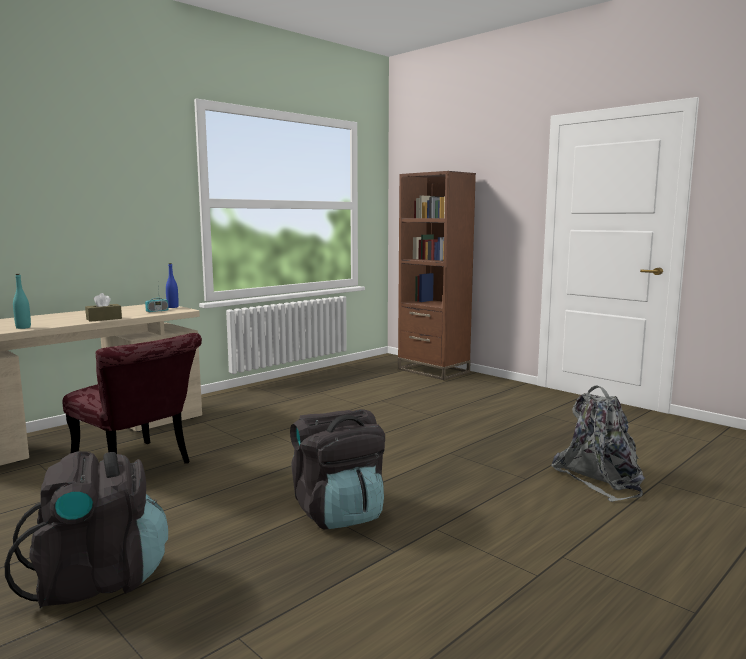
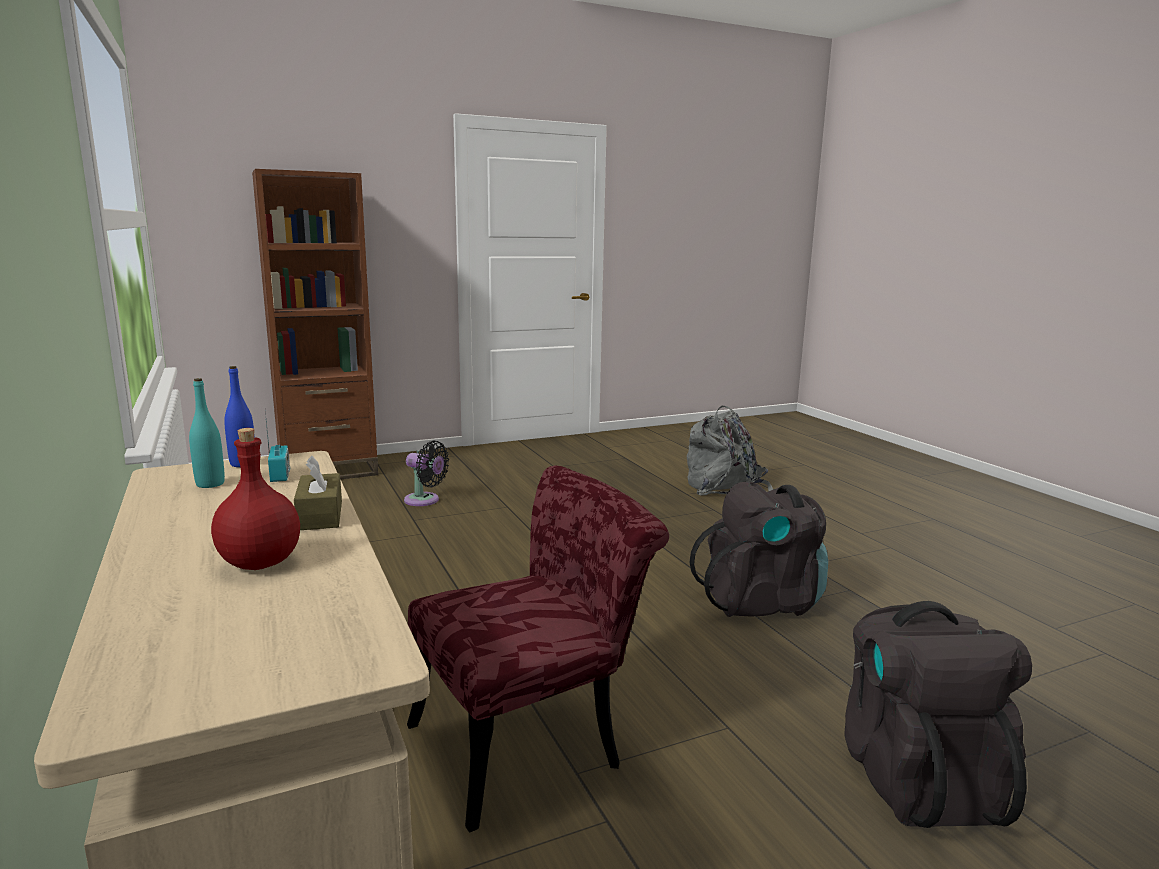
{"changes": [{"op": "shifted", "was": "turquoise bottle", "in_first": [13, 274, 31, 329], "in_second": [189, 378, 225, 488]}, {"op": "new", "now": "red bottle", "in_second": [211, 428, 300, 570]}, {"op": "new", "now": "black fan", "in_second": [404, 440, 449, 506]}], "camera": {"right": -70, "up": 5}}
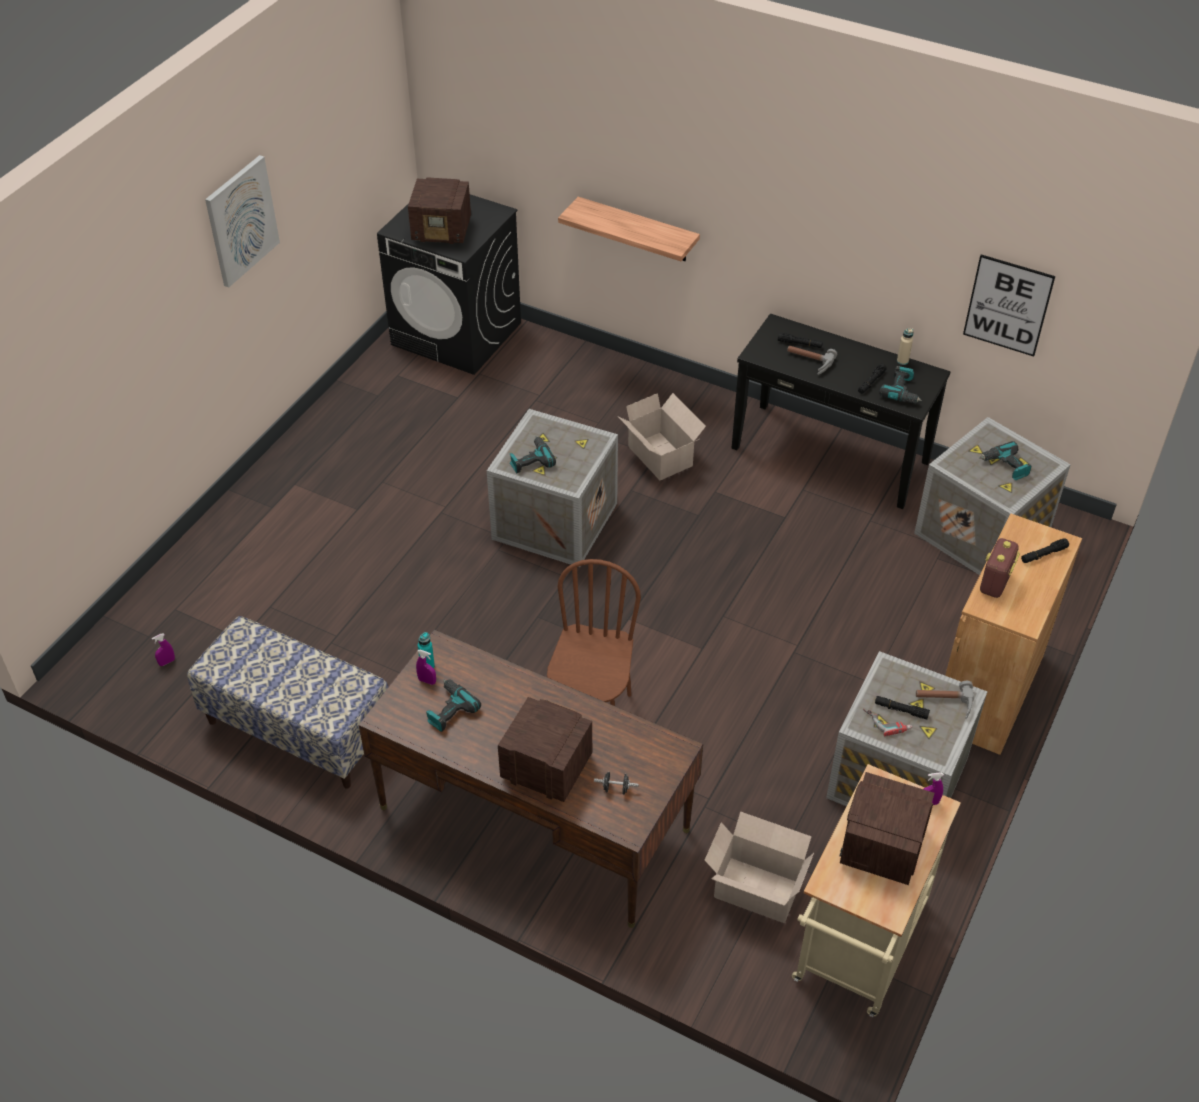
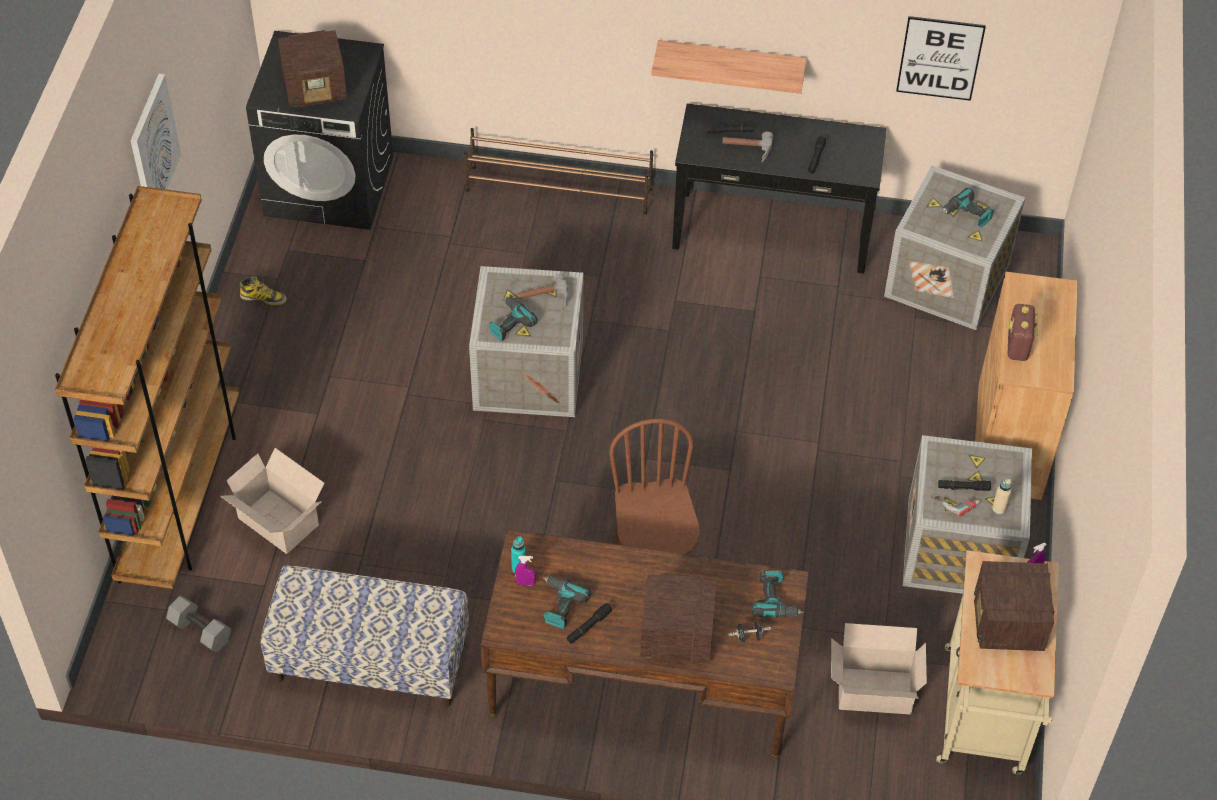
{"changes": [{"op": "shifted", "was": "shelf", "in_first": [558, 197, 700, 261], "in_second": [652, 40, 806, 94]}, {"op": "shifted", "was": "beige bottle", "in_first": [897, 328, 914, 365], "in_second": [992, 479, 1012, 515]}, {"op": "shifted", "was": "power drill", "in_first": [879, 366, 922, 403], "in_second": [752, 570, 804, 618]}, {"op": "shifted", "was": "cardboard box", "in_first": [618, 393, 706, 480], "in_second": [220, 448, 324, 554]}, {"op": "shifted", "was": "black flashlight", "in_first": [1021, 538, 1069, 563], "in_second": [567, 604, 612, 644]}, {"op": "swapped", "was": "purple spray bottle", "now": "grey dumbbell", "in_first": [152, 633, 175, 666], "in_second": [166, 596, 231, 652]}, {"op": "shifted", "was": "hammer", "in_first": [916, 681, 974, 718], "in_second": [517, 274, 568, 307]}, {"op": "new", "now": "brown shoe rack", "in_second": [464, 128, 653, 214]}, {"op": "new", "now": "brown bookcase", "in_second": [55, 186, 240, 589]}, {"op": "new", "now": "boot", "in_second": [240, 276, 287, 305]}], "camera": {"right": -20, "up": 5}}
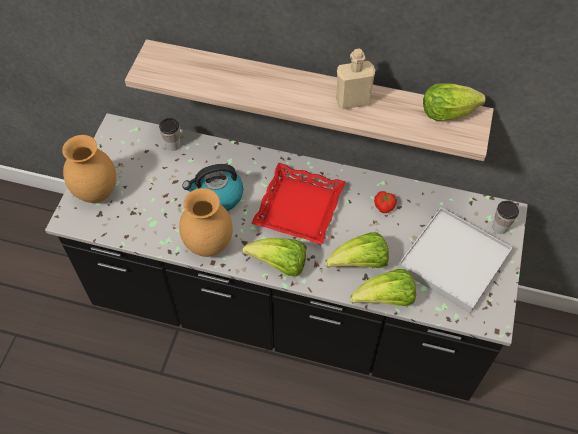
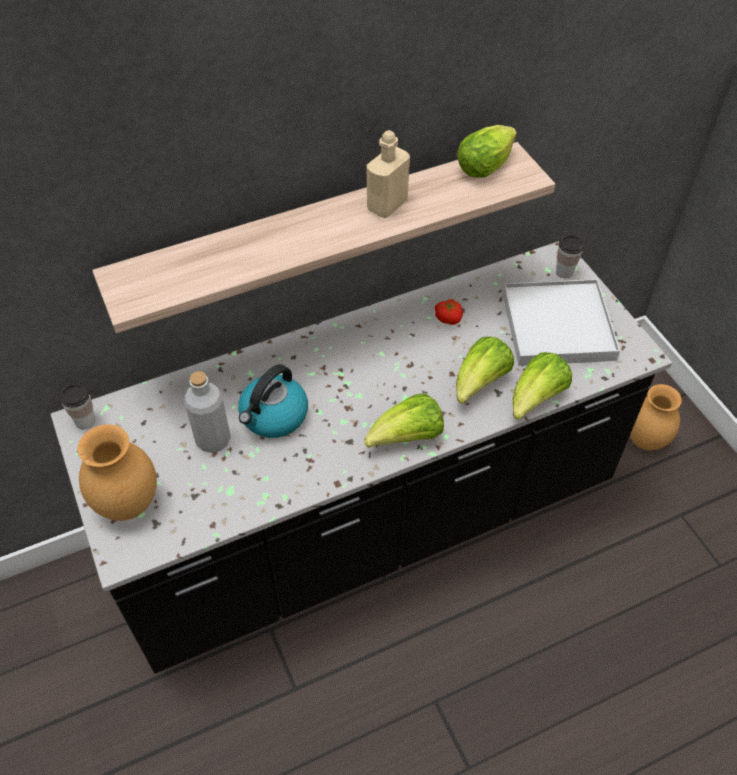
{"changes": [{"op": "shifted", "was": "cup", "in_first": [159, 118, 180, 151], "in_second": [60, 384, 96, 429]}, {"op": "gone", "was": "red tray", "in_first": [251, 163, 346, 245]}, {"op": "shifted", "was": "brown vase", "in_first": [179, 188, 233, 257], "in_second": [630, 384, 682, 450]}, {"op": "new", "now": "grey bottle", "in_second": [184, 371, 231, 453]}], "camera": {"right": -40, "up": -5}}
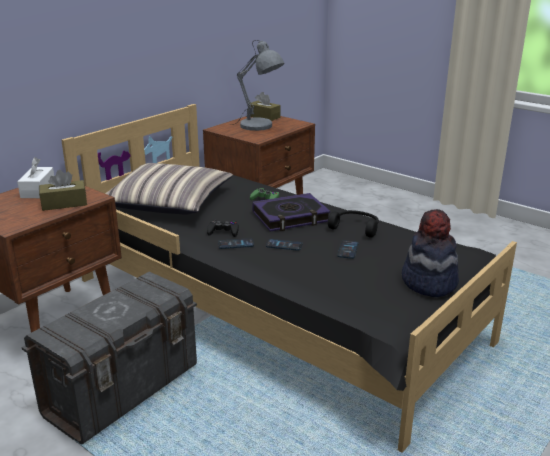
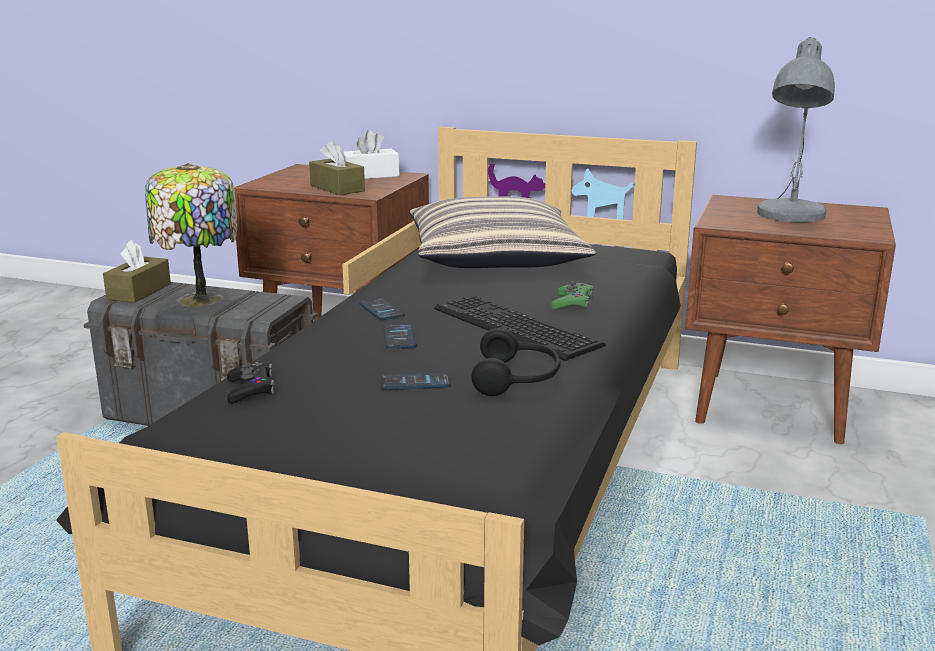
{"changes": [{"op": "shifted", "was": "brown tissue box", "in_first": [249, 92, 281, 121], "in_second": [103, 240, 171, 303]}, {"op": "swapped", "was": "book", "now": "keyboard", "in_first": [252, 193, 331, 231], "in_second": [434, 295, 606, 361]}, {"op": "gone", "was": "hat", "in_first": [402, 209, 459, 297]}, {"op": "shifted", "was": "black game controller", "in_first": [207, 220, 239, 237], "in_second": [227, 362, 275, 404]}, {"op": "new", "now": "table lamp", "in_second": [145, 163, 238, 307]}], "camera": {"right": 70, "up": -5}}
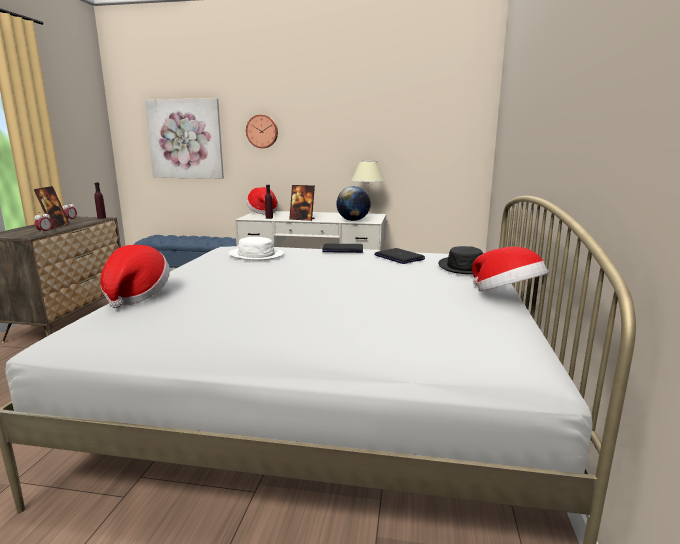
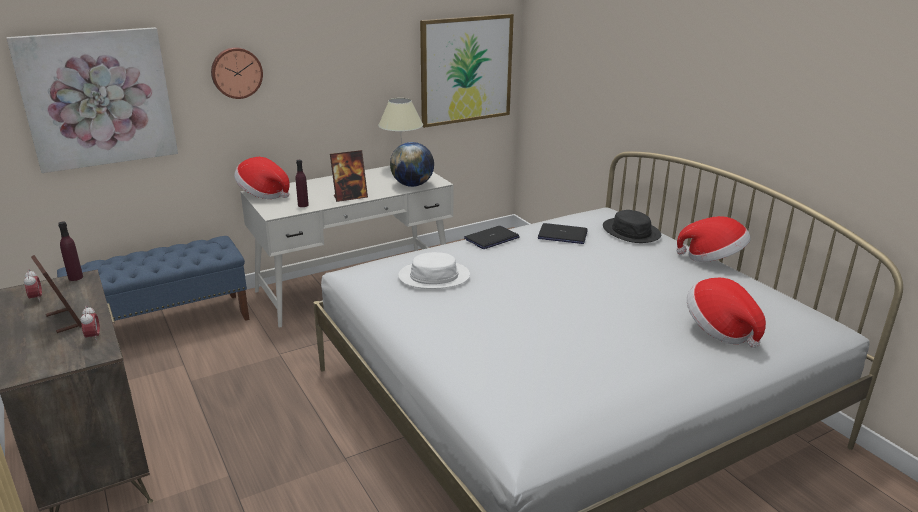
{"changes": [{"op": "shifted", "was": "hat", "in_first": [101, 245, 170, 308], "in_second": [687, 278, 766, 348]}, {"op": "new", "now": "picture", "in_second": [420, 14, 514, 128]}], "camera": {"right": -40, "up": 10}}
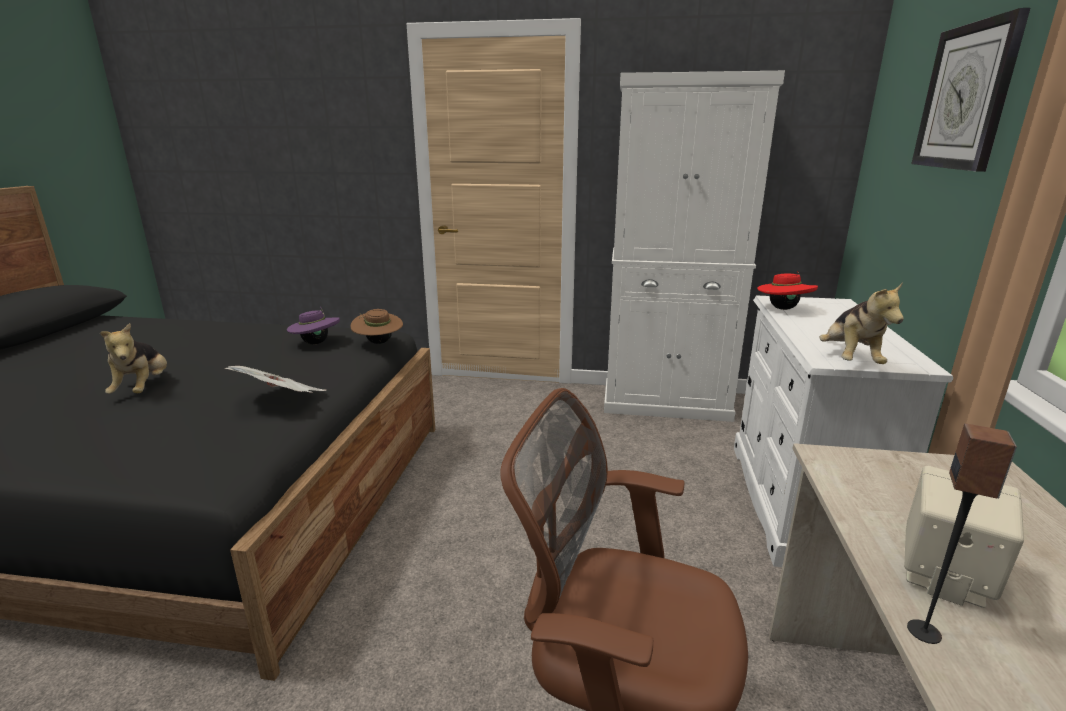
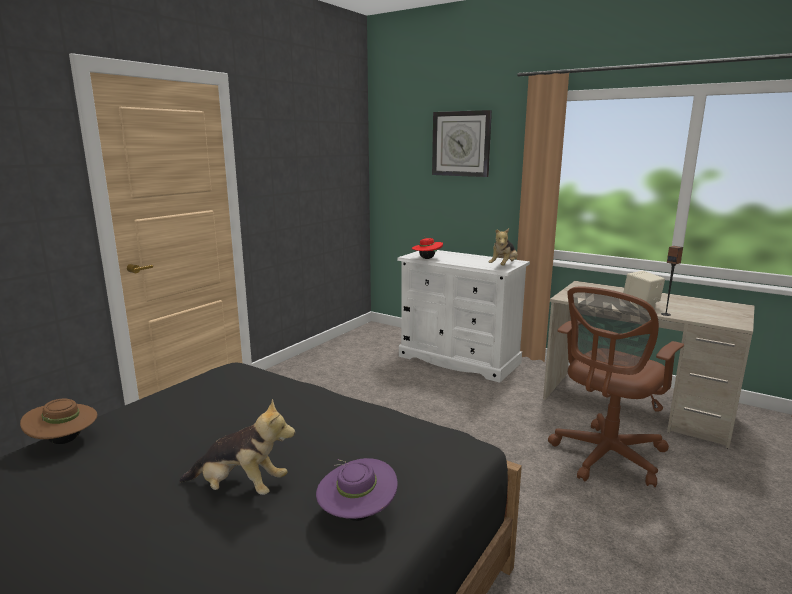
{"changes": [{"op": "gone", "was": "white cabinet", "in_first": [604, 71, 785, 422]}, {"op": "rotated", "was": "plush toy", "in_first": [819, 282, 904, 364], "in_second": [489, 228, 518, 266], "clockwise": 90}, {"op": "shifted", "was": "purple hat", "in_first": [287, 307, 340, 344], "in_second": [316, 458, 398, 521]}, {"op": "shifted", "was": "brown hat", "in_first": [351, 309, 403, 344], "in_second": [20, 399, 97, 444]}, {"op": "gone", "was": "newspaper", "in_first": [224, 366, 326, 393]}], "camera": {"right": -65, "up": -5}}
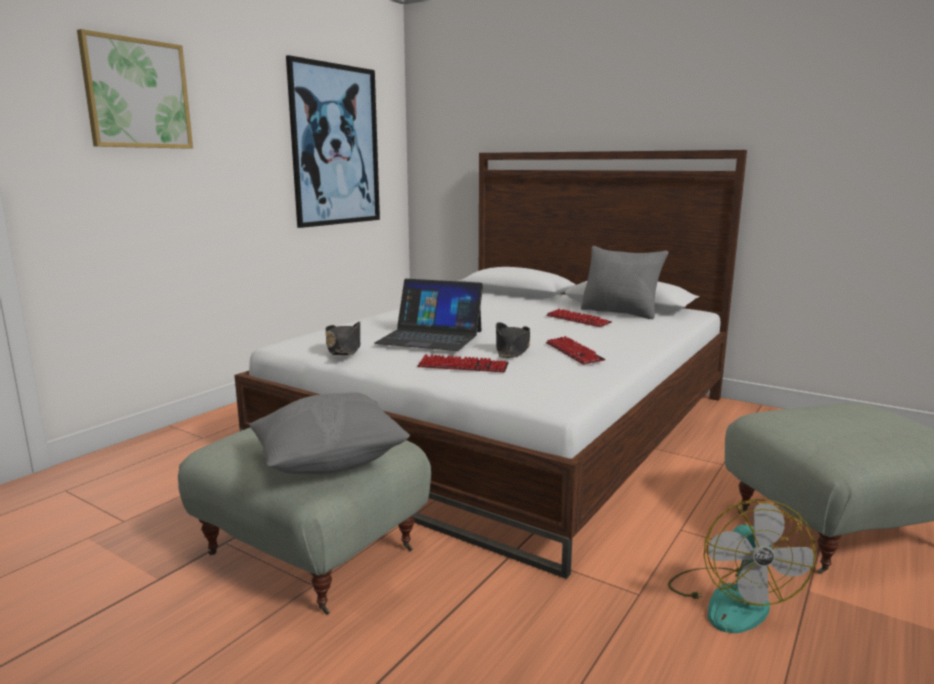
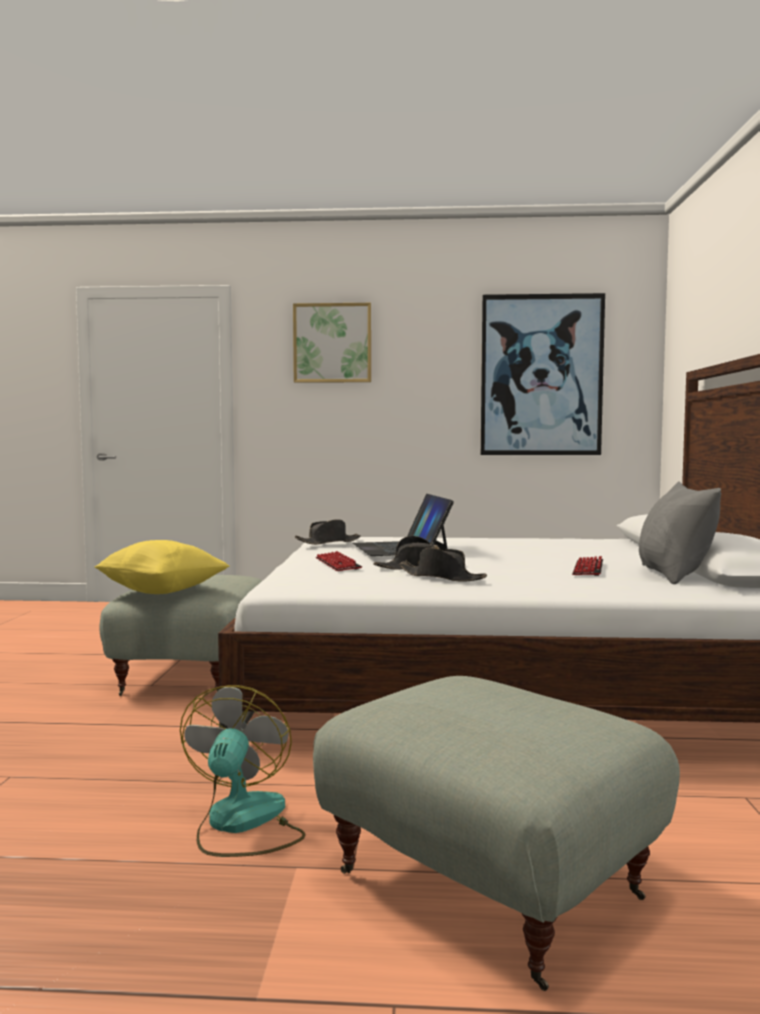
{"changes": [{"op": "swapped", "was": "keyboard", "now": "black hat", "in_first": [546, 336, 606, 365], "in_second": [398, 548, 487, 582]}, {"op": "repainted", "was": "grey pillow", "now": "yellow pillow", "in_first": [249, 392, 410, 474], "in_second": [95, 540, 229, 594]}, {"op": "rotated", "was": "fan", "in_first": [668, 499, 816, 633], "in_second": [180, 685, 306, 857], "clockwise": 120}], "camera": {"right": 60, "up": -10}}
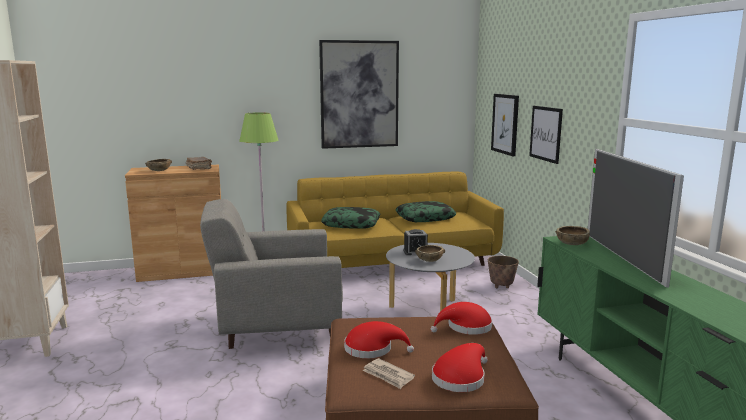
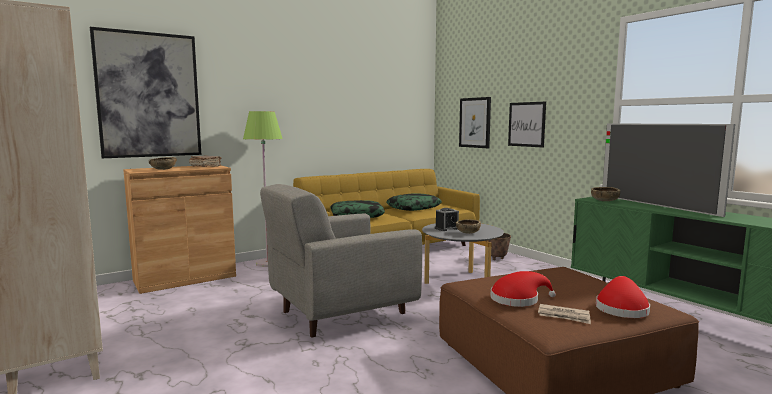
{"changes": [{"op": "shifted", "was": "picture", "in_first": [319, 40, 399, 149], "in_second": [90, 27, 201, 158]}, {"op": "gone", "was": "red hat", "in_first": [431, 302, 492, 335]}], "camera": {"right": -20, "up": -5}}
